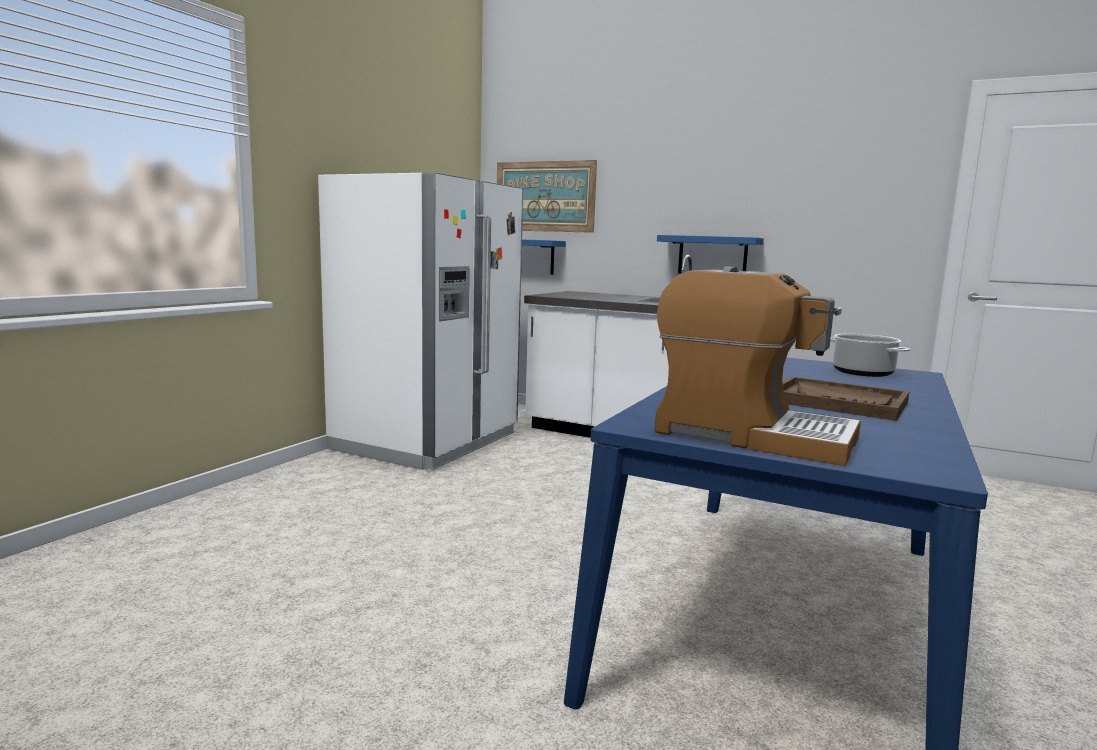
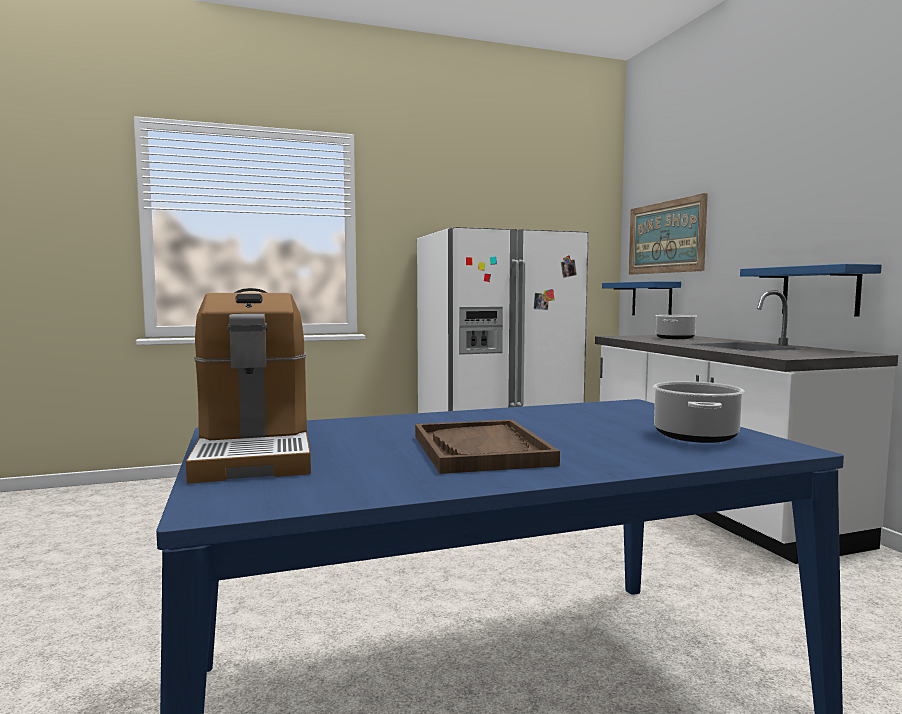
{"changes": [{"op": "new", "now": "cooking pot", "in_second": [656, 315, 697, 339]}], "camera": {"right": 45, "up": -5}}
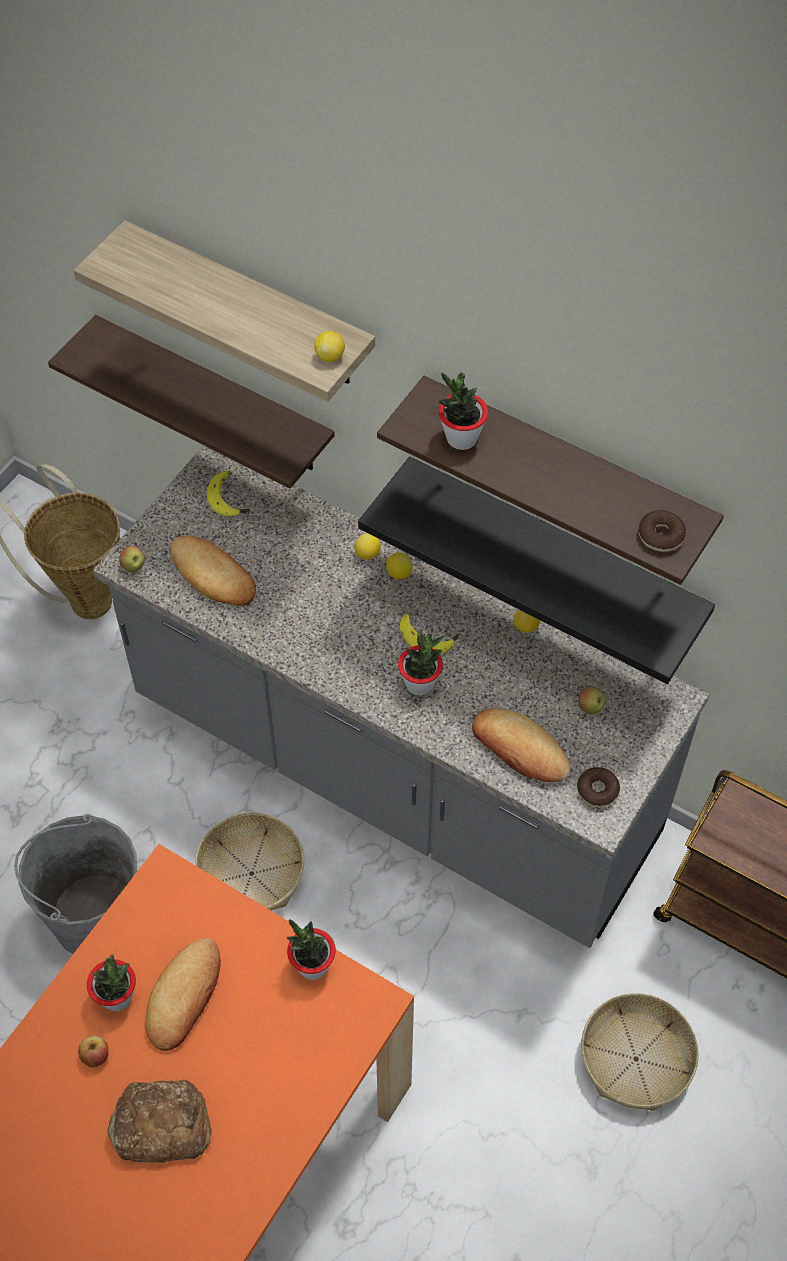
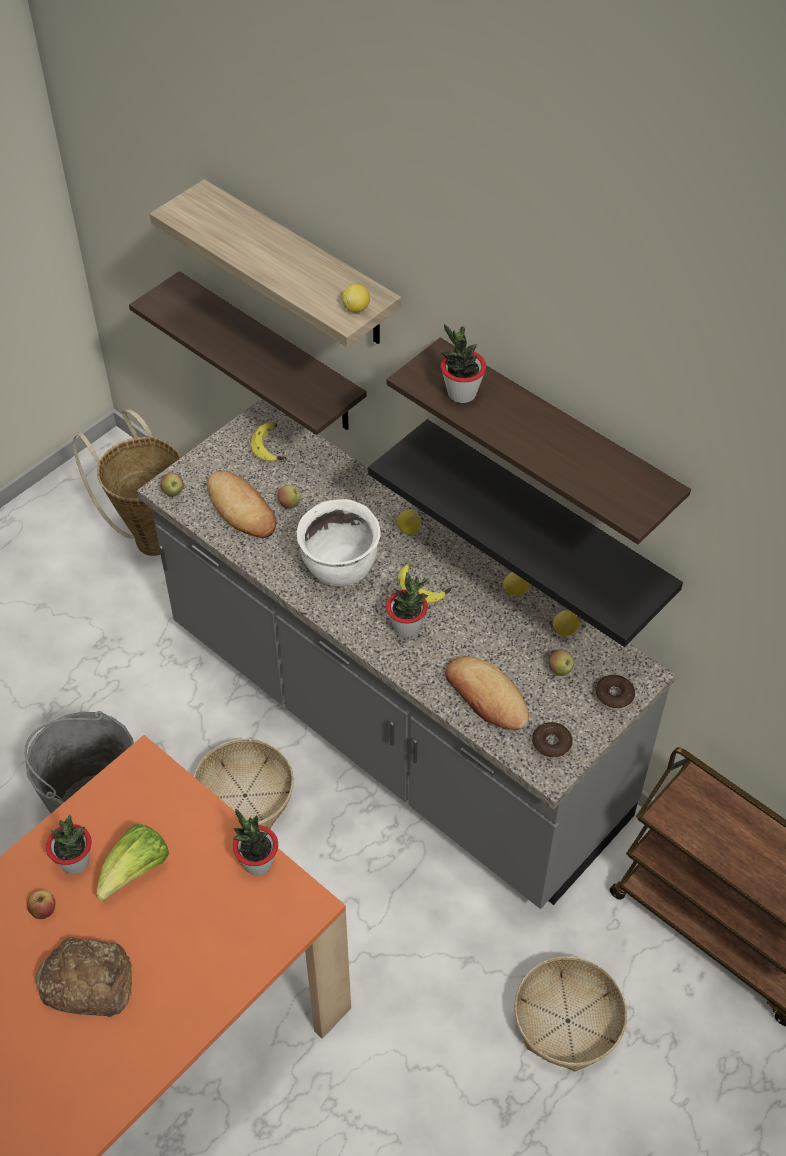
{"changes": [{"op": "shifted", "was": "donut", "in_first": [638, 510, 686, 552], "in_second": [595, 675, 635, 710]}, {"op": "shifted", "was": "lemon", "in_first": [354, 533, 381, 560], "in_second": [553, 610, 579, 636]}, {"op": "swapped", "was": "bread", "now": "lettuce", "in_first": [146, 938, 221, 1051], "in_second": [96, 824, 169, 902]}, {"op": "new", "now": "apple", "in_second": [277, 485, 301, 508]}, {"op": "new", "now": "white cooking pot", "in_second": [297, 499, 381, 587]}], "camera": {"right": 10, "up": -5}}
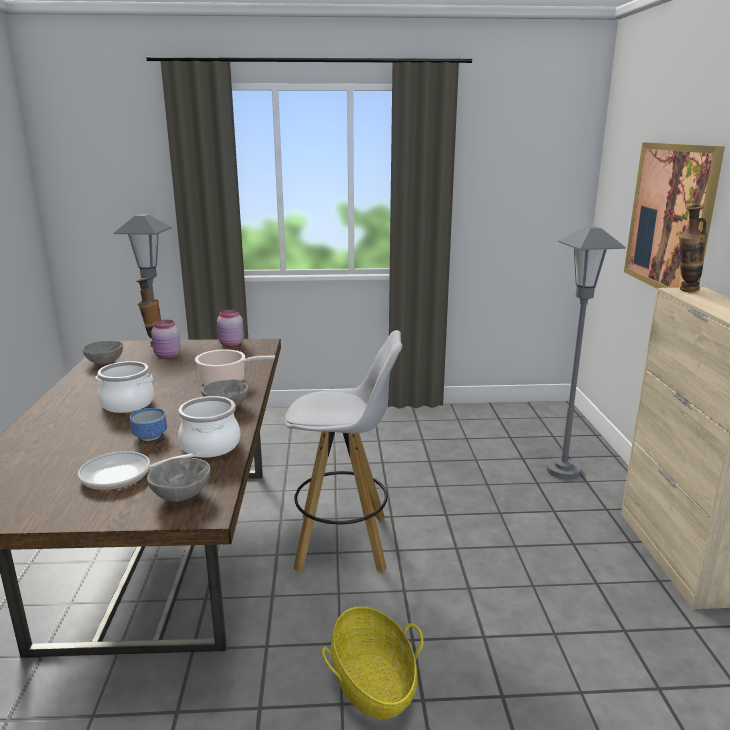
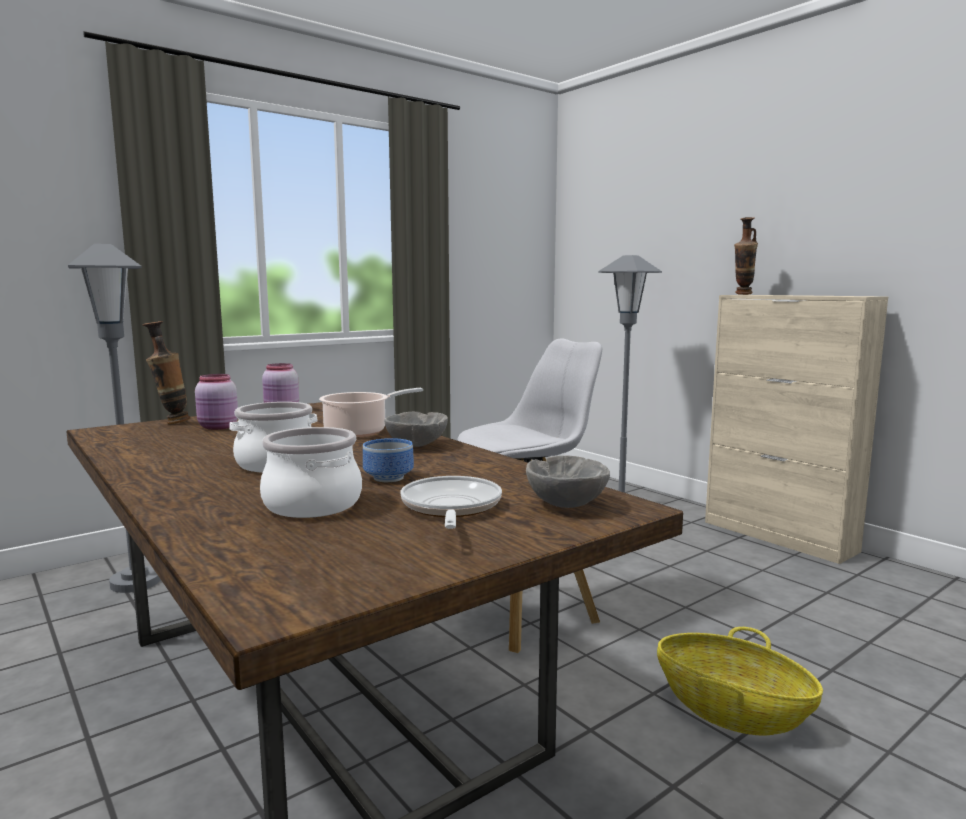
{"changes": [{"op": "gone", "was": "picture", "in_first": [624, 142, 725, 288]}, {"op": "gone", "was": "grey bowl", "in_first": [82, 341, 123, 364]}, {"op": "shifted", "was": "cooking pot", "in_first": [178, 396, 240, 458], "in_second": [260, 427, 362, 518]}, {"op": "rotated", "was": "frying pan", "in_first": [78, 451, 201, 490], "in_second": [401, 476, 502, 529], "clockwise": 135}], "camera": {"right": -35, "up": -10}}
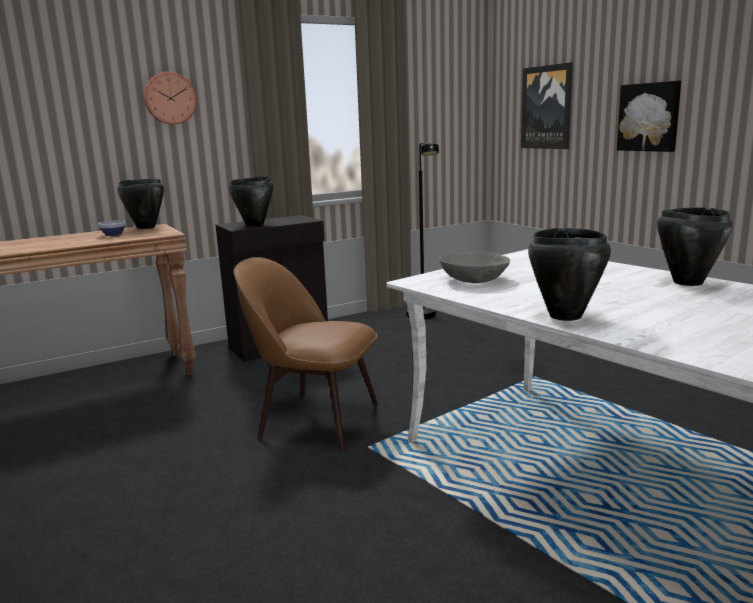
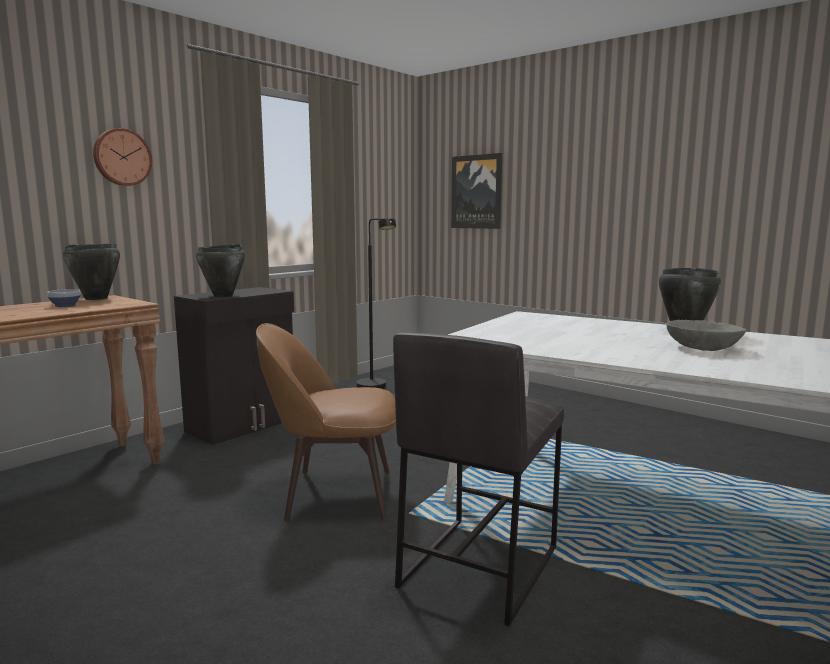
{"changes": [{"op": "gone", "was": "picture", "in_first": [617, 81, 681, 152]}, {"op": "gone", "was": "black cooking pot", "in_first": [528, 228, 611, 321]}, {"op": "shifted", "was": "grey bowl", "in_first": [439, 252, 510, 283], "in_second": [667, 320, 746, 351]}, {"op": "new", "now": "grey stool", "in_second": [393, 332, 564, 626]}], "camera": {"right": -20, "up": -5}}
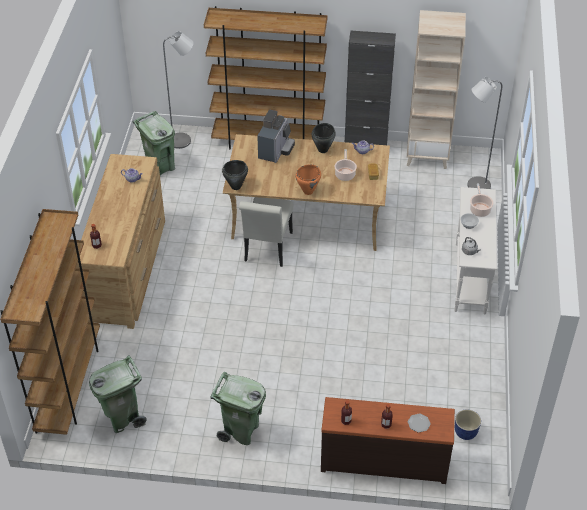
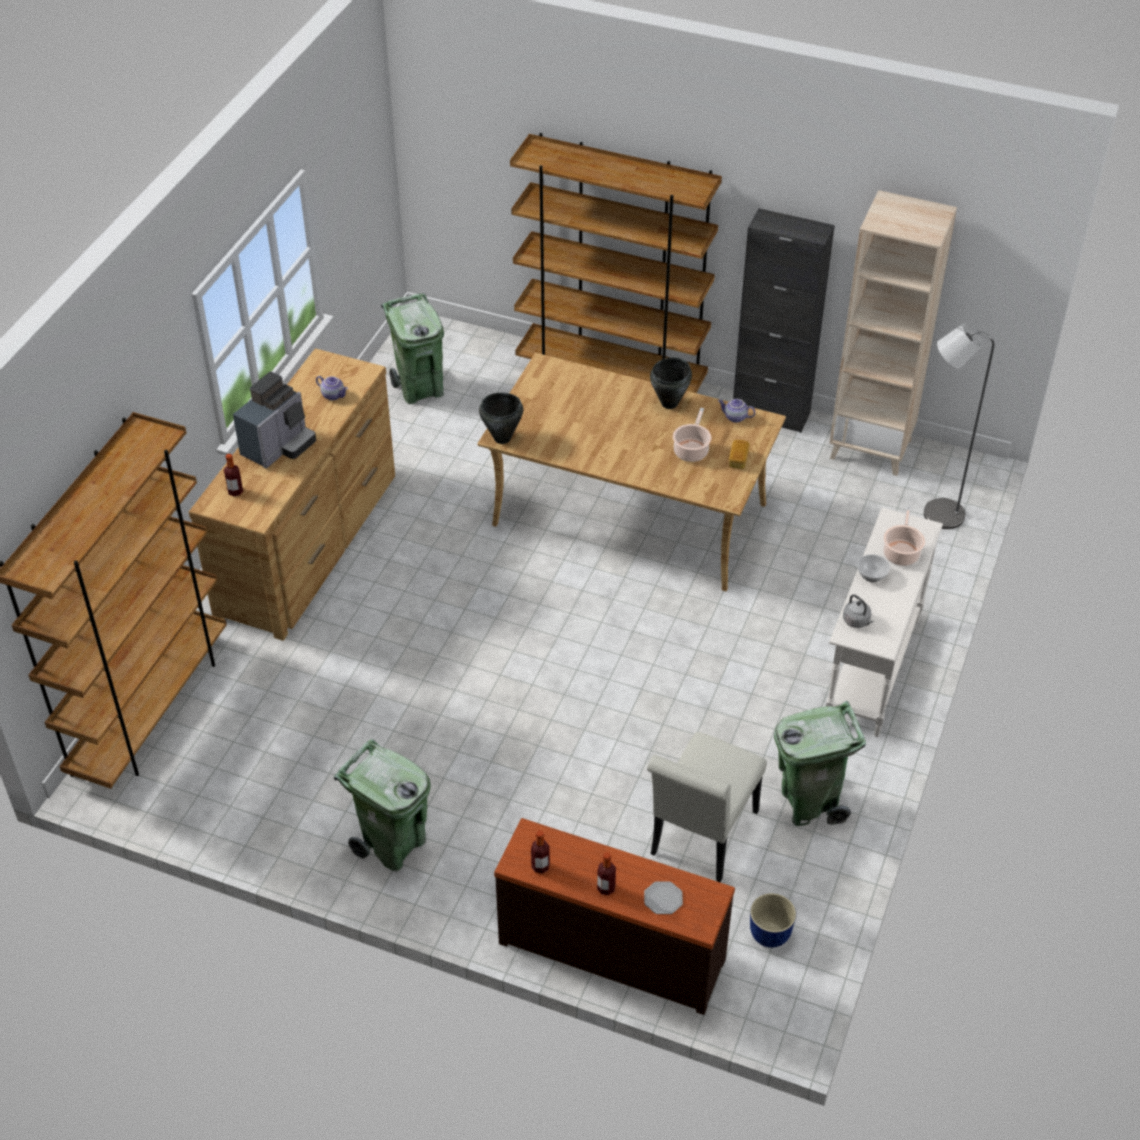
{"changes": [{"op": "gone", "was": "grey floor lamp", "in_first": [163, 31, 194, 149]}, {"op": "shifted", "was": "coffee machine", "in_first": [257, 110, 295, 163], "in_second": [233, 371, 316, 469]}, {"op": "gone", "was": "orange cooking pot", "in_first": [296, 164, 321, 195]}, {"op": "shifted", "was": "white chair", "in_first": [239, 197, 293, 267], "in_second": [647, 732, 767, 883]}, {"op": "shifted", "was": "green trash can", "in_first": [89, 355, 147, 433], "in_second": [774, 701, 866, 826]}], "camera": {"right": 15, "up": 0}}
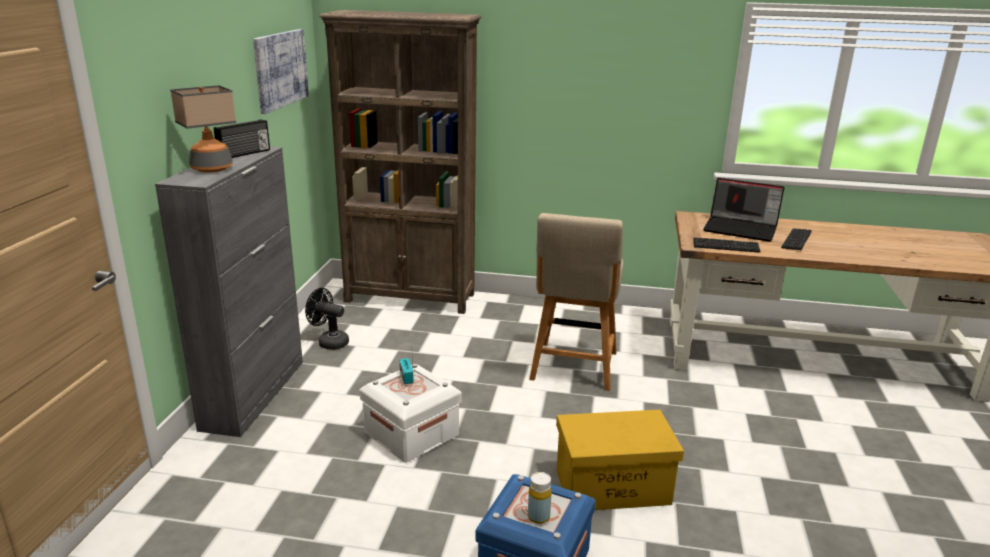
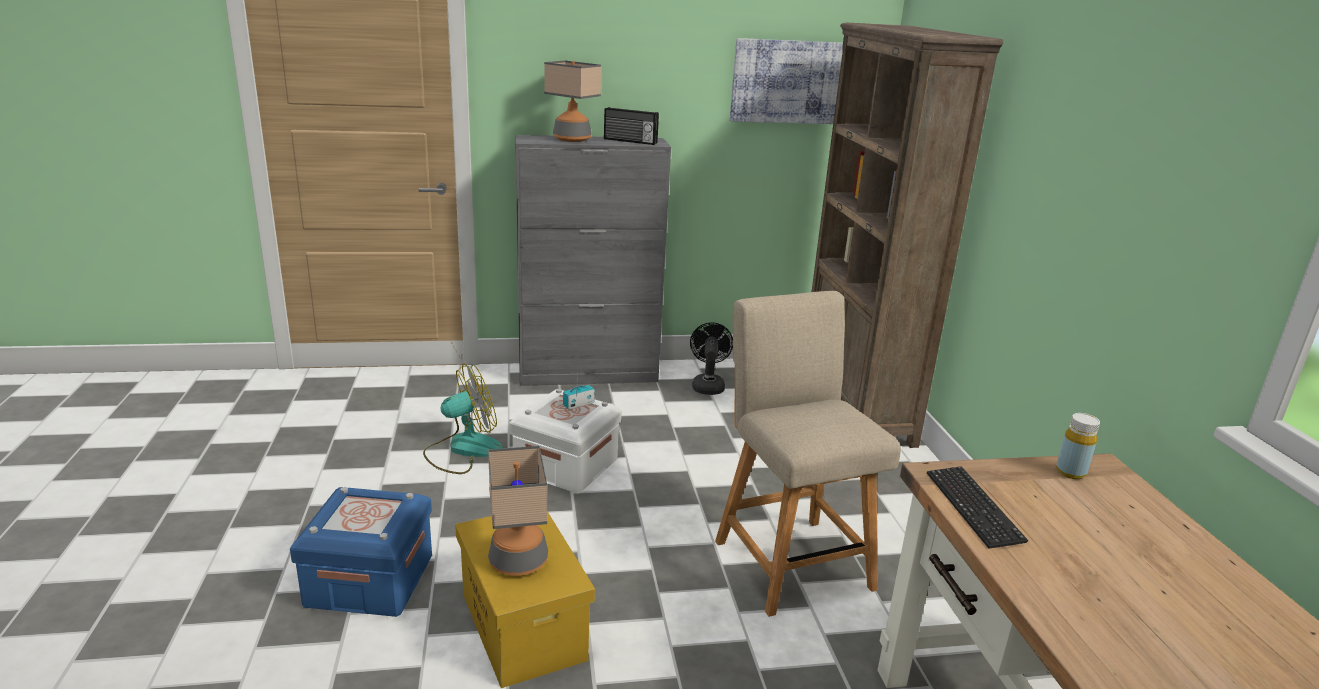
{"changes": [{"op": "gone", "was": "laptop", "in_first": [703, 178, 785, 242]}, {"op": "rotated", "was": "beige chair", "in_first": [529, 213, 624, 391], "in_second": [715, 291, 901, 617], "clockwise": 75}, {"op": "gone", "was": "keyboard", "in_first": [781, 228, 812, 250]}, {"op": "shifted", "was": "yellow bottle", "in_first": [528, 472, 552, 524], "in_second": [1056, 413, 1100, 479]}, {"op": "new", "now": "fan", "in_second": [423, 363, 503, 474]}, {"op": "new", "now": "table lamp", "in_second": [488, 446, 548, 576]}], "camera": {"right": 70, "up": 0}}
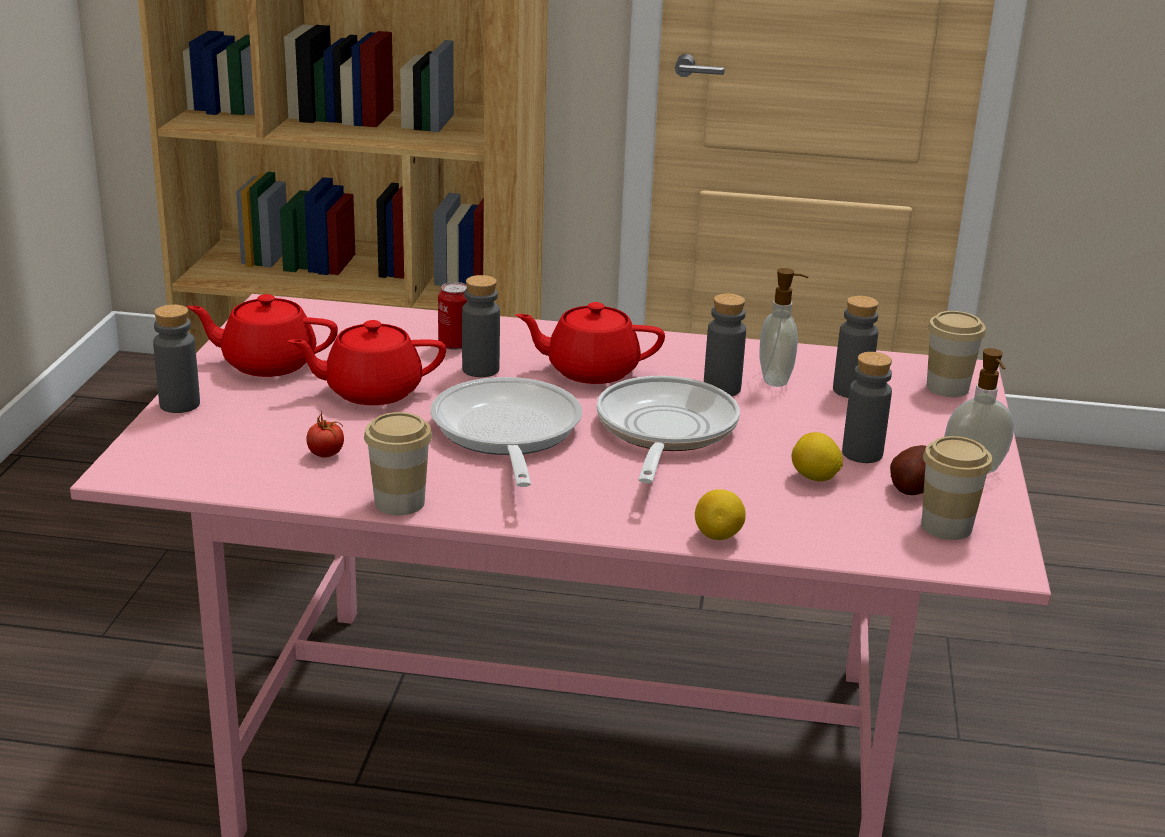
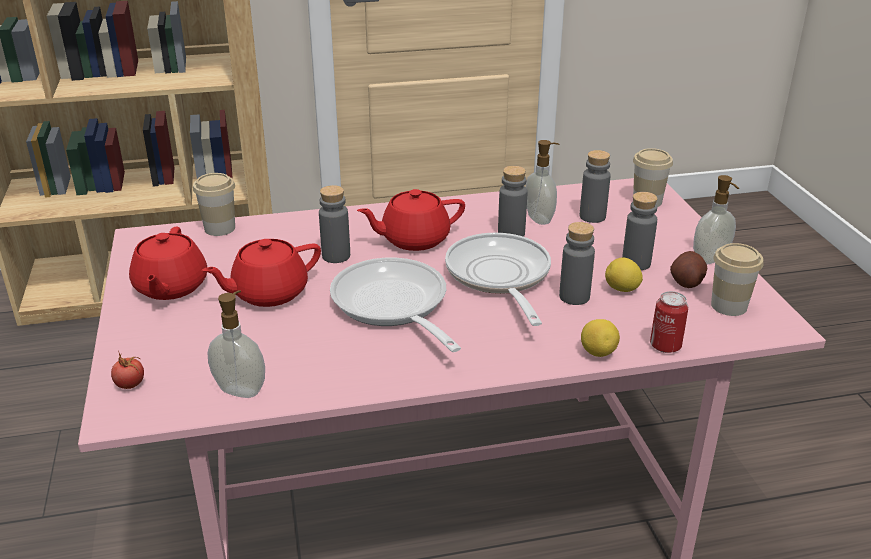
{"changes": [{"op": "shifted", "was": "can", "in_first": [438, 282, 468, 350], "in_second": [650, 291, 688, 353]}, {"op": "rotated", "was": "red teapot", "in_first": [187, 294, 338, 377], "in_second": [129, 227, 207, 300], "clockwise": -75}, {"op": "shifted", "was": "grey bottle", "in_first": [153, 304, 200, 413], "in_second": [559, 222, 595, 305]}, {"op": "shifted", "was": "tomato", "in_first": [306, 411, 344, 458], "in_second": [111, 353, 144, 389]}, {"op": "shifted", "was": "cup", "in_first": [364, 412, 432, 515], "in_second": [193, 173, 235, 236]}, {"op": "new", "now": "soap dispenser", "in_second": [207, 290, 265, 398]}], "camera": {"right": -20, "up": 5}}
